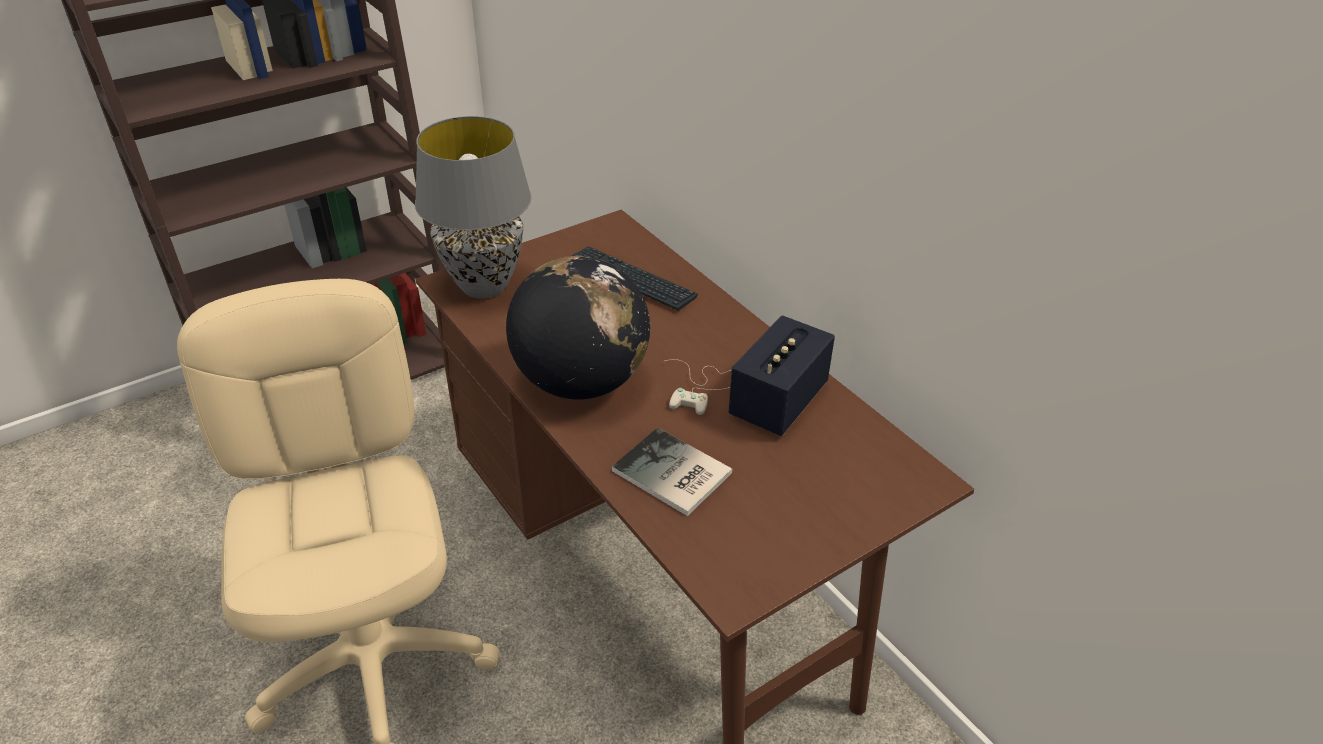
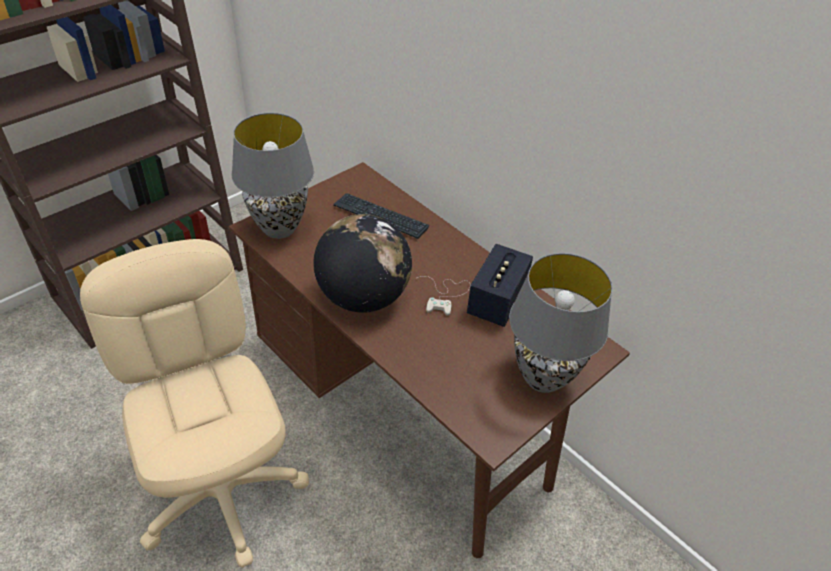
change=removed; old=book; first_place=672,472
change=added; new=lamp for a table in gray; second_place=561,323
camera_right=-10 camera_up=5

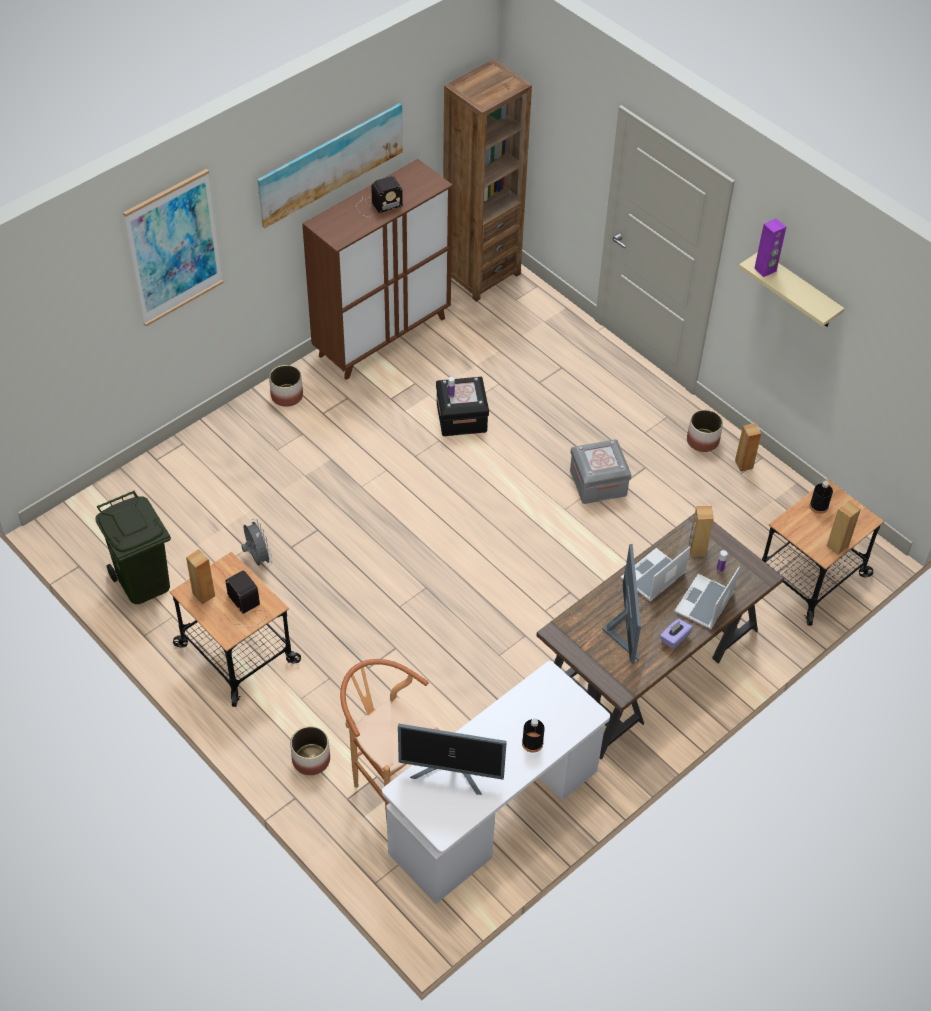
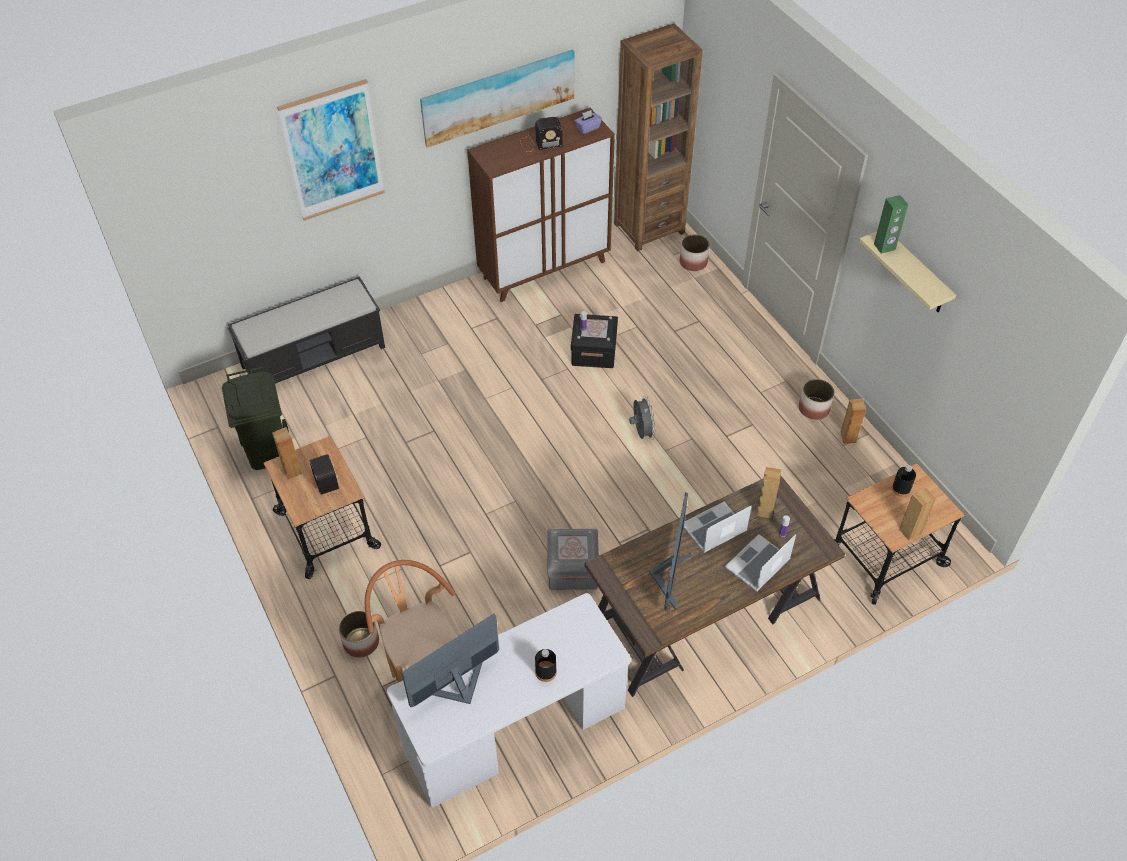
change=recoloured; old=loudspeaker in purple-coloured; new=loudspeaker in greenish; first_place=770,247; second_place=891,224
change=moved; old=planter; first_place=286,386; second_place=695,252
change=moved; old=storage box in gray; first_place=600,471; second_place=573,559
change=moved; old=fan in gray; first_place=257,542; second_place=642,418
change=moved; old=box of tissues in purple-coloured; first_place=676,634; second_place=588,122
change=turned; old=monitor; first_place=452,759; second_place=450,660; degrees=120
change=added; new=bench in blackish; second_place=306,330
camera_right=15 camera_up=0

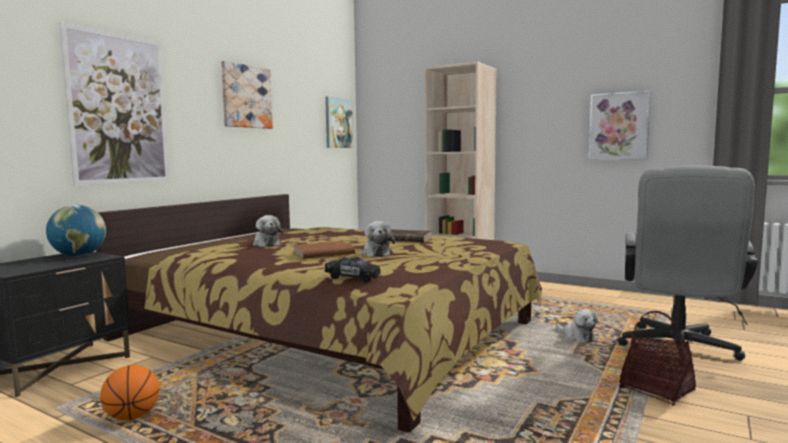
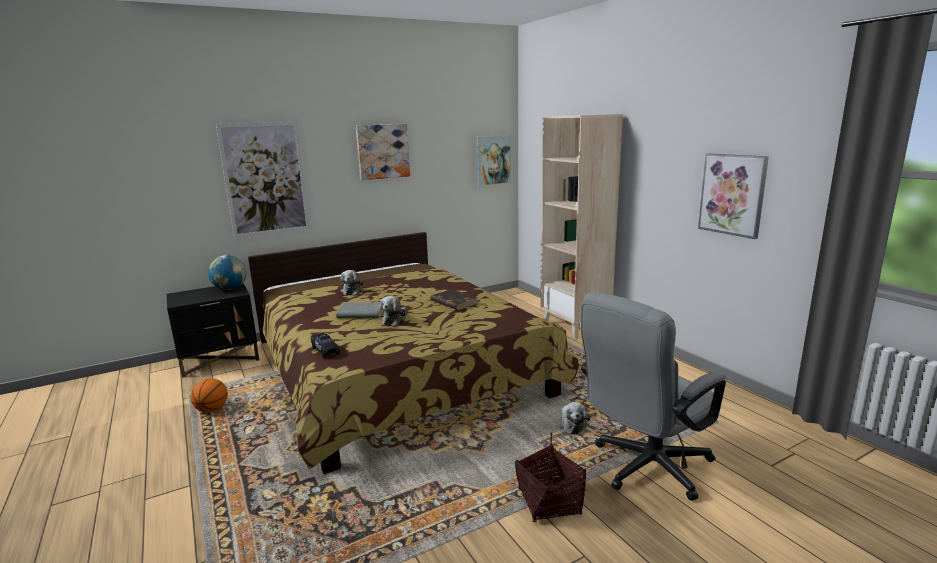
change=recoloured; old=book in brownish; new=book in gray; first_place=324,250; second_place=360,310
camera_right=30 camera_up=10

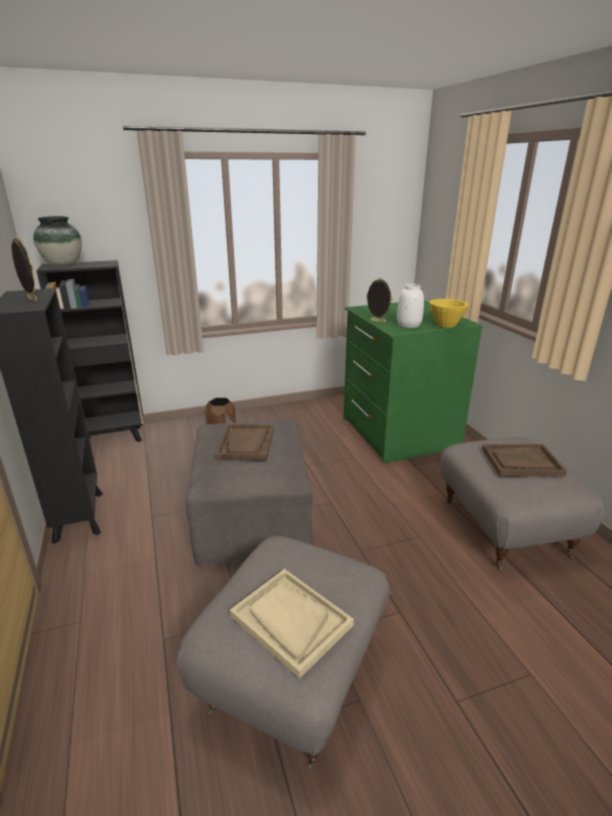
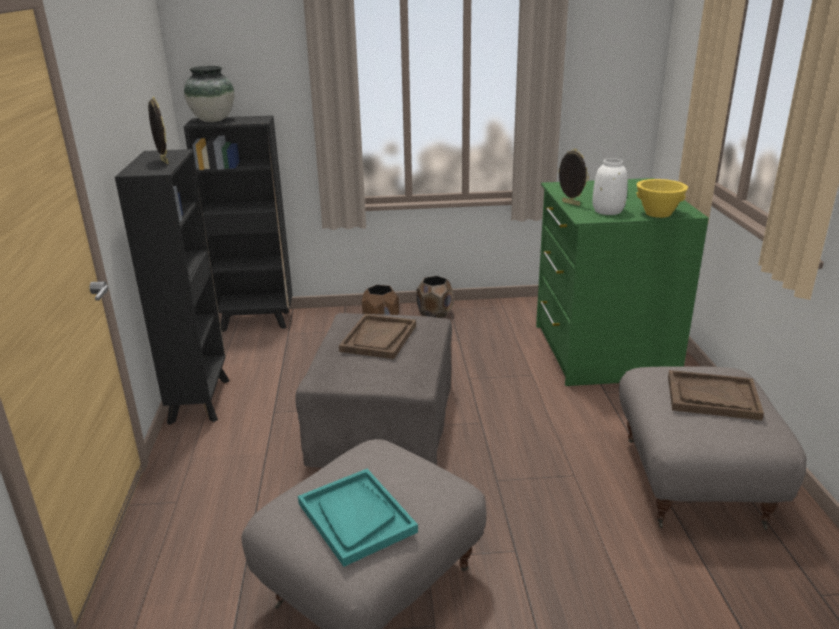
change=recoloured; old=carrying tray in beige; new=carrying tray in turquoise; first_place=292,624; second_place=358,518
change=added; new=planter in brownish; second_place=435,297
camera_right=15 camera_up=0

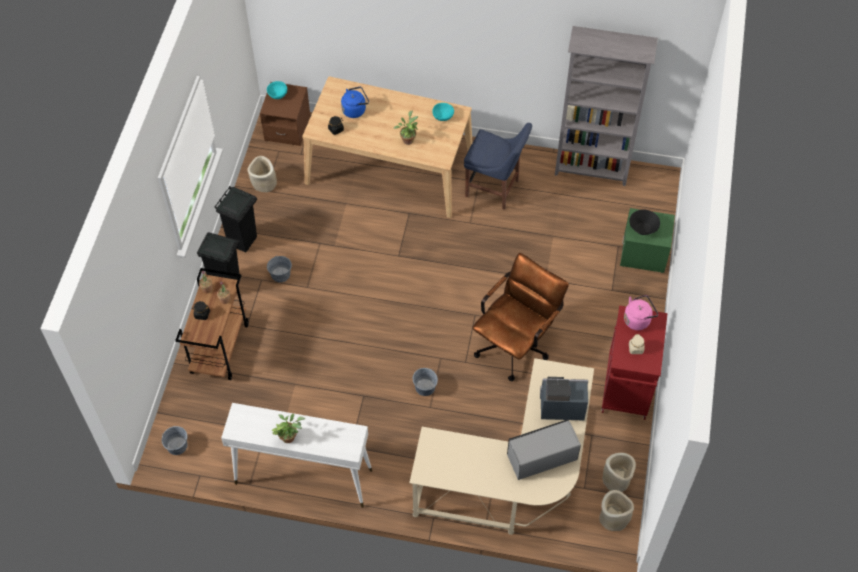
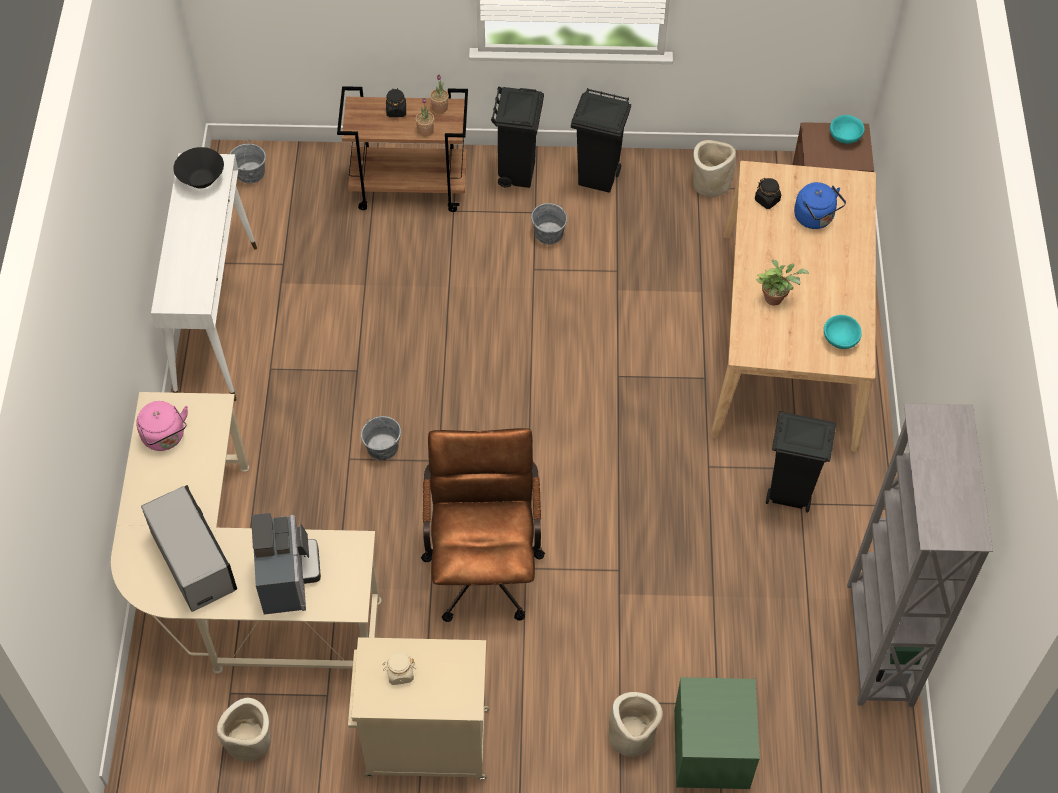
change=replaced; old=plain chair in bluish; new=trash can in blackish; first_place=498,166; second_place=801,462
change=moved; old=serving bowl in blackish; first_place=644,222; second_place=198,167
change=turned; old=desk chair in brownish; first_place=520,317; second_place=483,525; degrees=-120
change=moved; old=water kettle in pinkish; first_place=641,312; second_place=162,426
change=recoloured; old=cupboard in red-coloured; new=cupboard in beige; first_place=635,362; second_place=418,708
change=removed; old=houseplant; first_place=288,428
change=moved; old=planter in beige; first_place=616,510; second_place=636,724
camera_right=80 camera_up=0

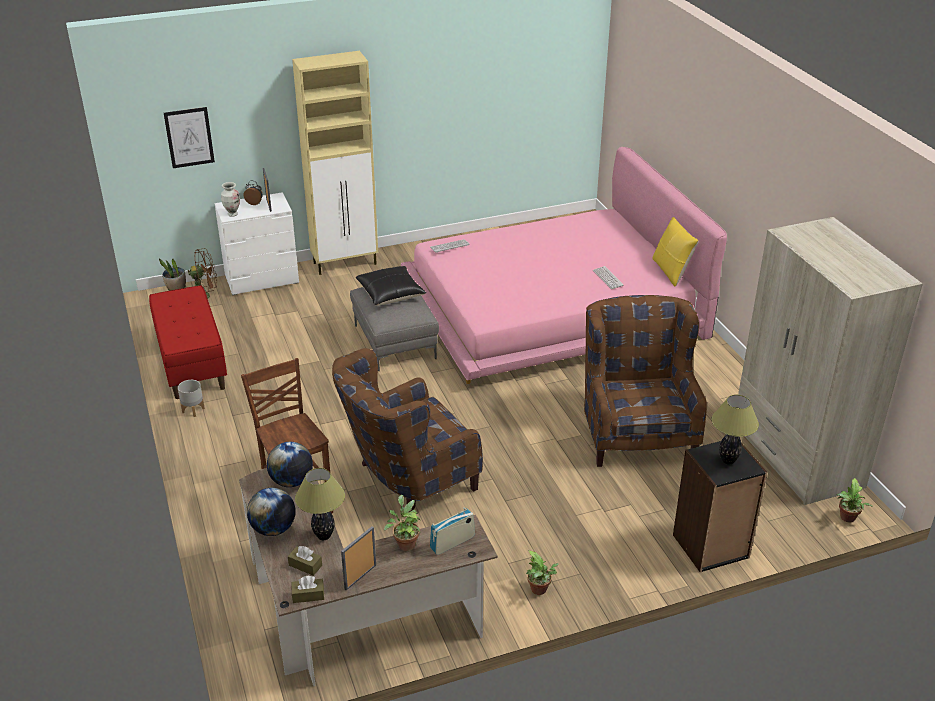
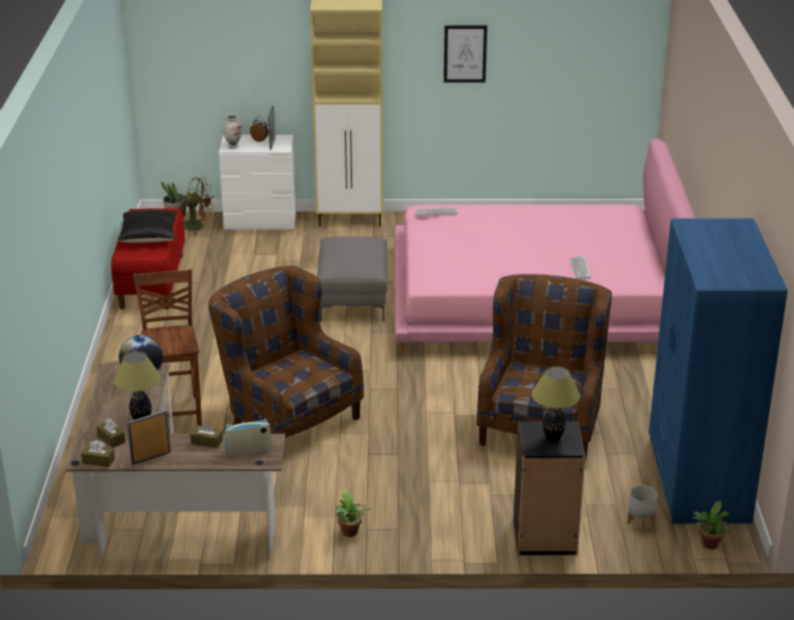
change=moved; old=wall art; first_place=189,137; second_place=465,53
change=removed; old=cushion in yellow-coloured; first_place=675,251
change=recoloured; old=armoire in beige; new=armoire in bluish; first_place=830,361; second_place=718,371
change=moved; old=cushion in blackish; first_place=391,286; second_place=148,226
change=turned; old=armchair in brownish; first_place=407,430; second_place=286,352; degrees=60
change=moved; old=planter in gray; first_place=191,398; second_place=642,508
change=removed; old=world globe; first_place=271,512
change=replaced; old=houseplant; new=box of tissues in brownish; first_place=402,523; second_place=206,435
camera_right=20 camera_up=-5

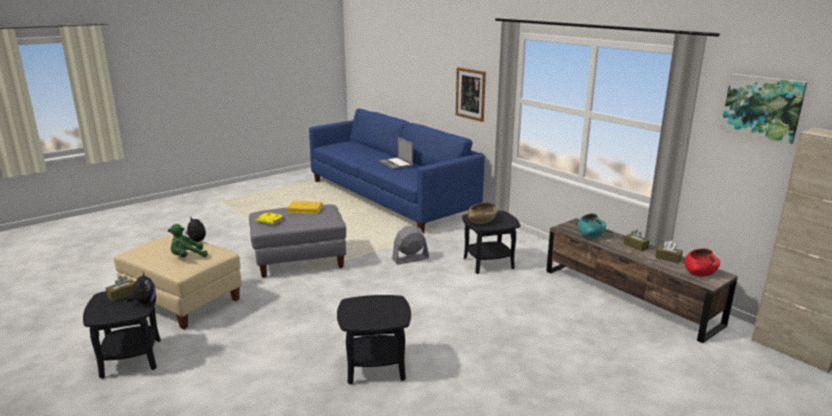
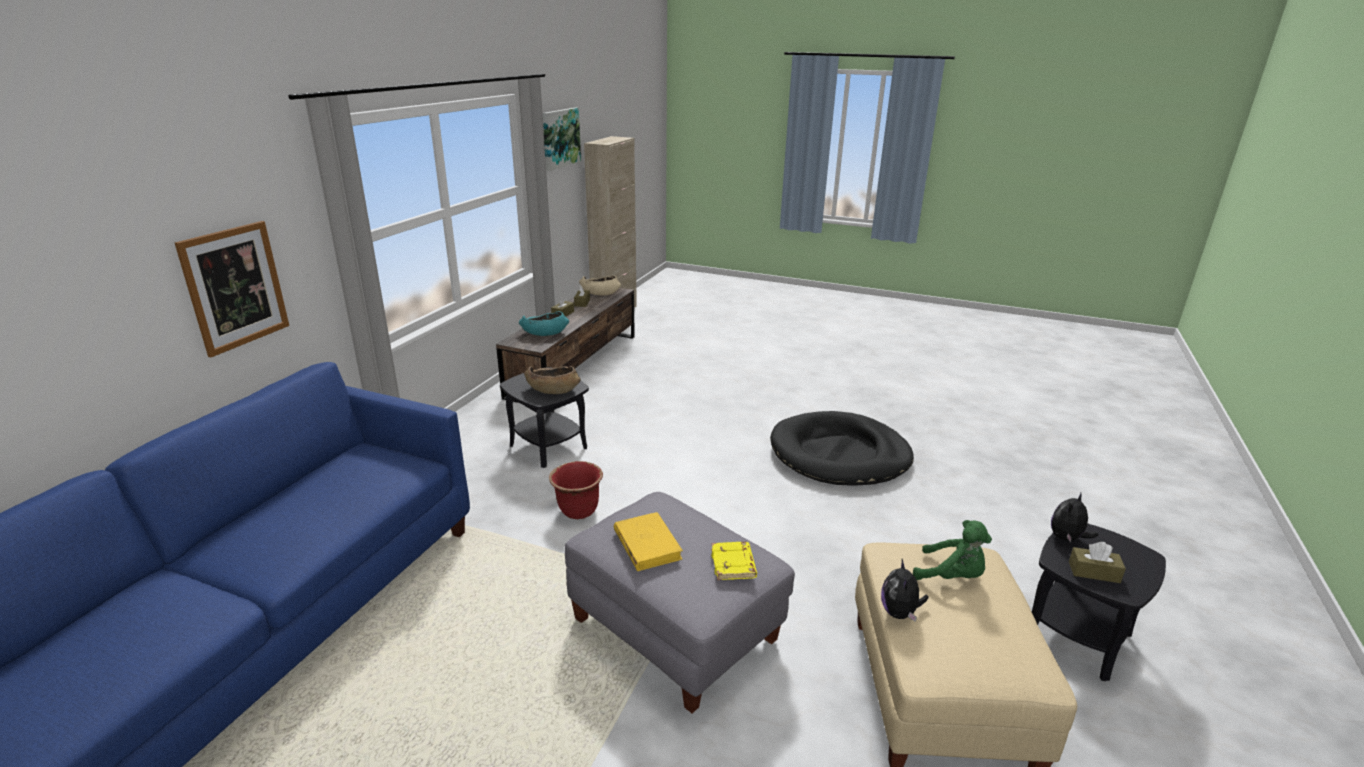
change=removed; old=portable computer; first_place=396,153
change=replaced; old=fan in gray; new=planter in red-coloured; first_place=410,244; second_place=576,490
change=recoloured; old=serving bowl in red-coloured; new=serving bowl in beige; first_place=702,262; second_place=600,285
change=replaced; old=side table in blackish; new=dog cushion in blackish; first_place=374,340; second_place=842,448
camera_right=-120 camera_up=5

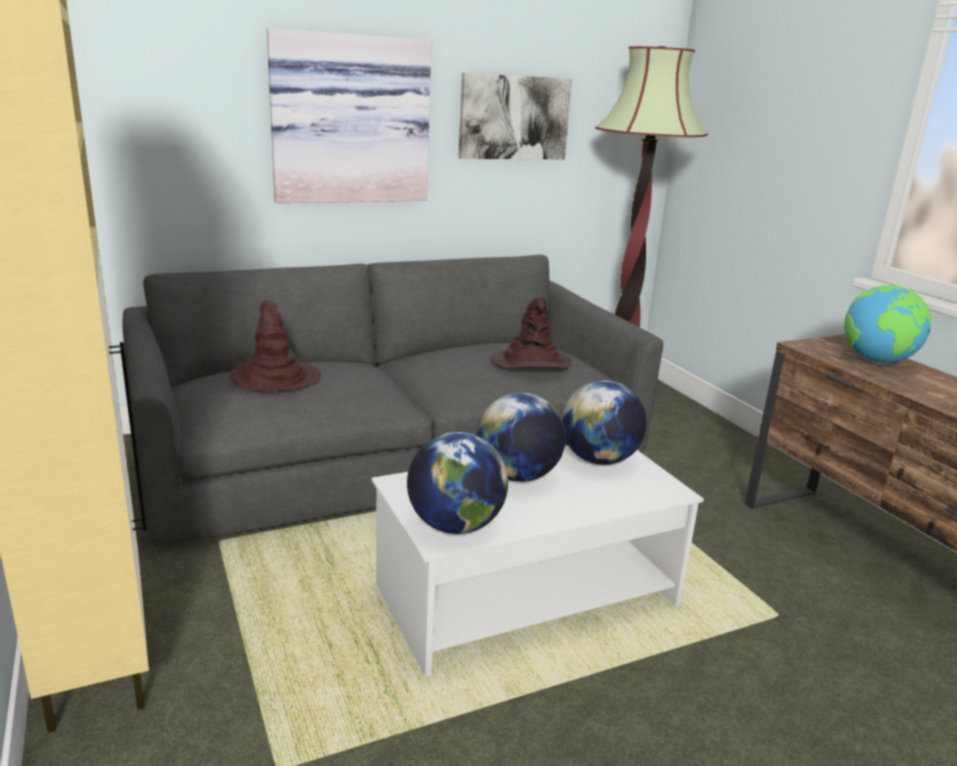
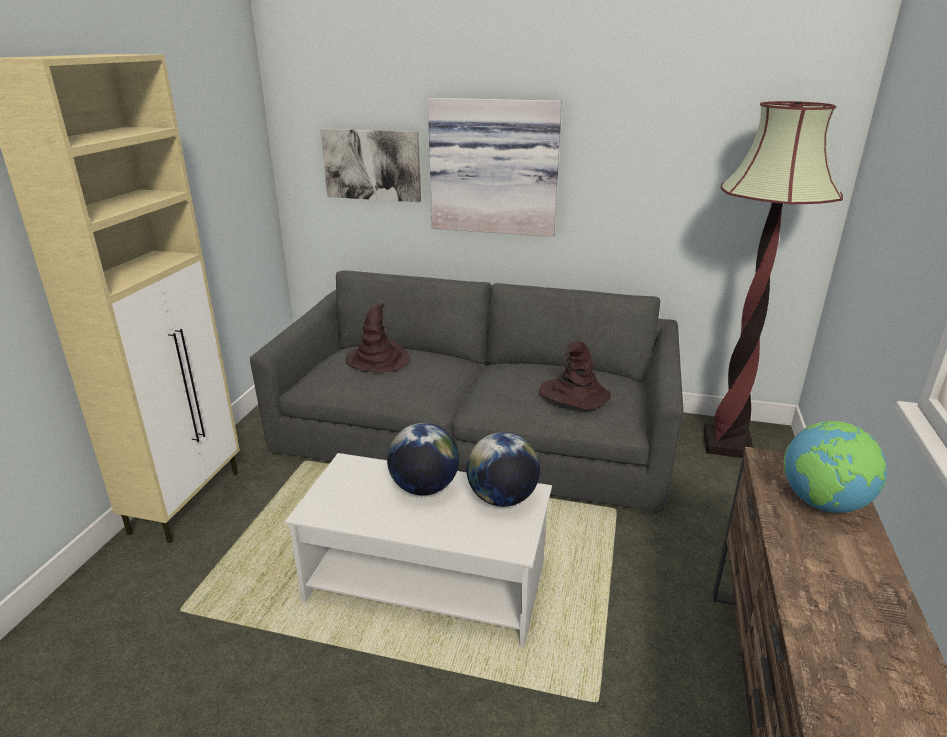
change=moved; old=wall art; first_place=515,116; second_place=371,165
change=removed; old=world globe; first_place=457,483
camera_right=40 camera_up=5

